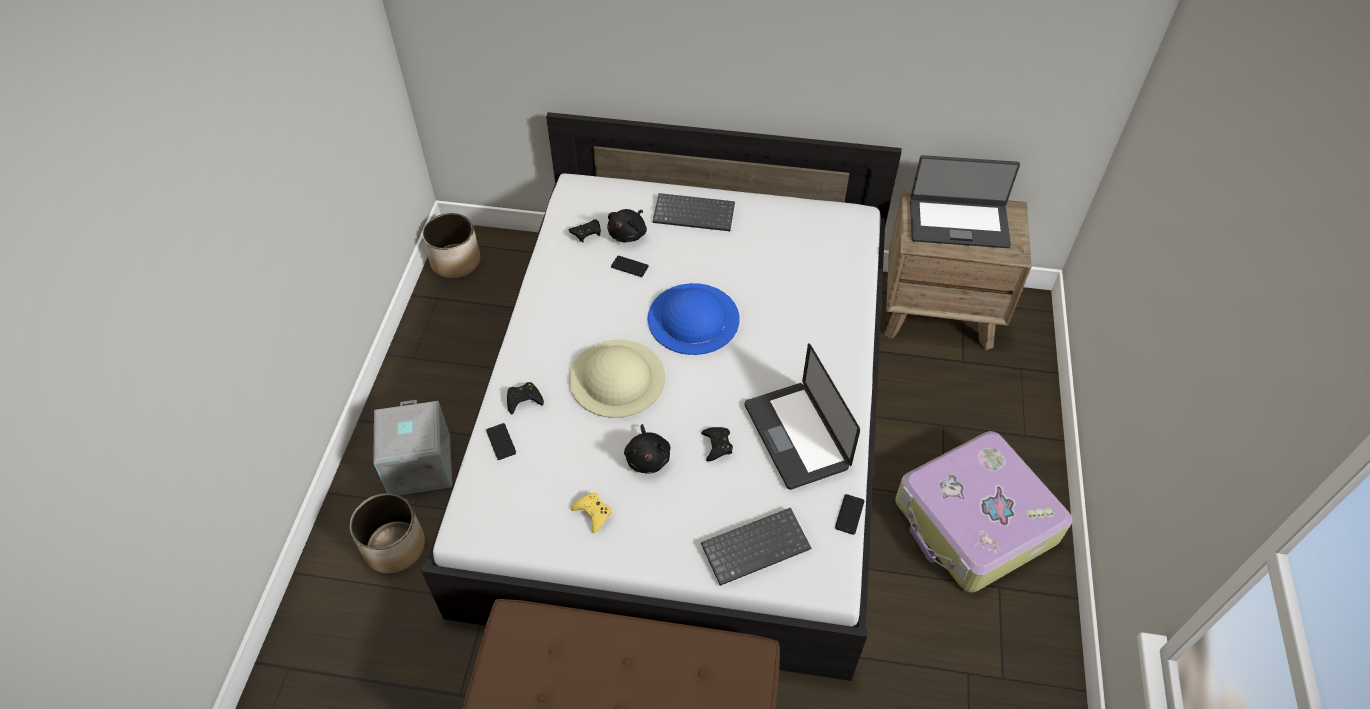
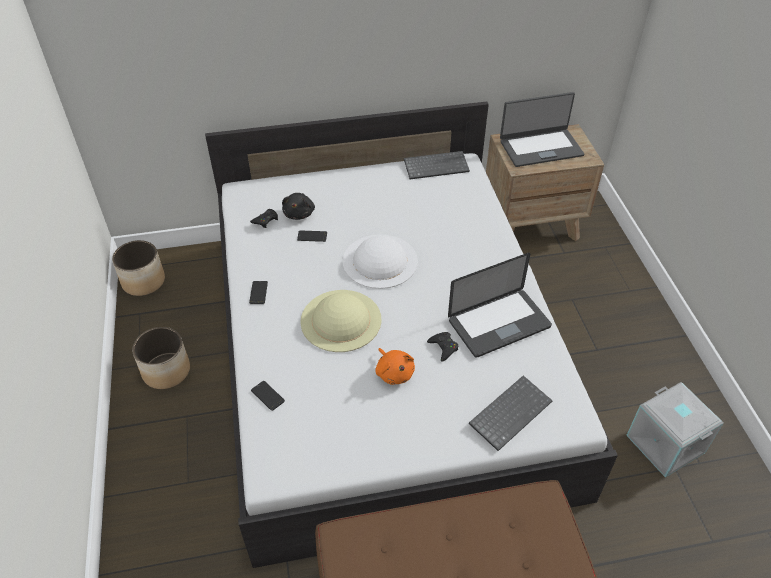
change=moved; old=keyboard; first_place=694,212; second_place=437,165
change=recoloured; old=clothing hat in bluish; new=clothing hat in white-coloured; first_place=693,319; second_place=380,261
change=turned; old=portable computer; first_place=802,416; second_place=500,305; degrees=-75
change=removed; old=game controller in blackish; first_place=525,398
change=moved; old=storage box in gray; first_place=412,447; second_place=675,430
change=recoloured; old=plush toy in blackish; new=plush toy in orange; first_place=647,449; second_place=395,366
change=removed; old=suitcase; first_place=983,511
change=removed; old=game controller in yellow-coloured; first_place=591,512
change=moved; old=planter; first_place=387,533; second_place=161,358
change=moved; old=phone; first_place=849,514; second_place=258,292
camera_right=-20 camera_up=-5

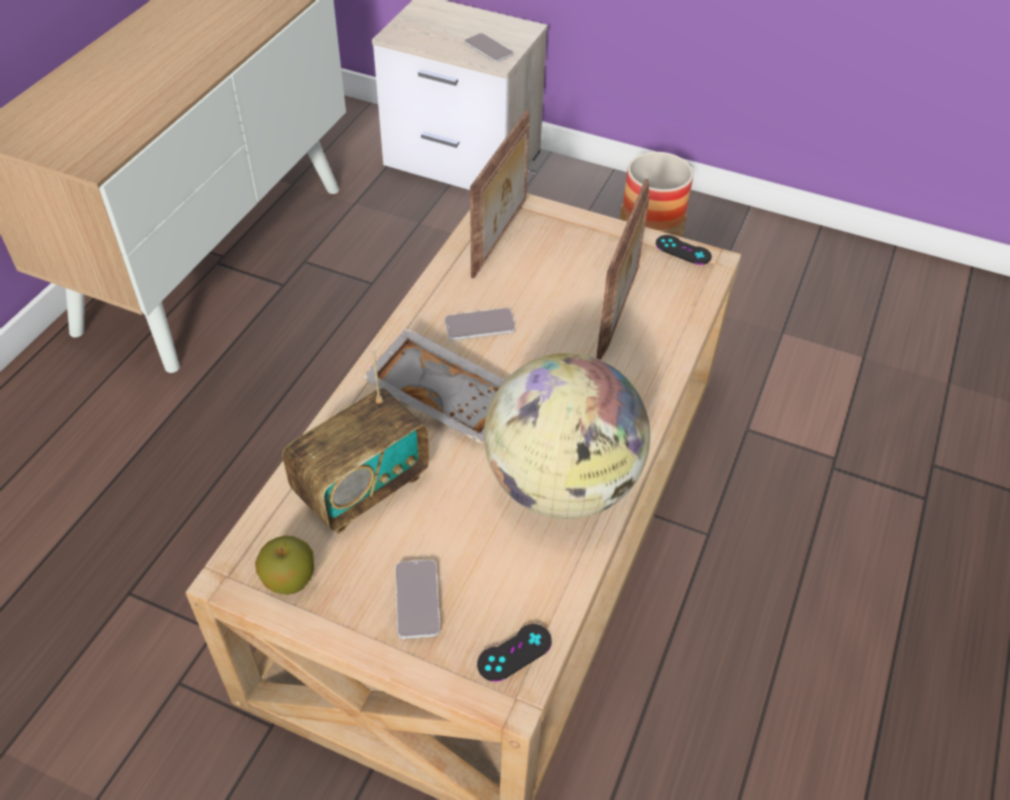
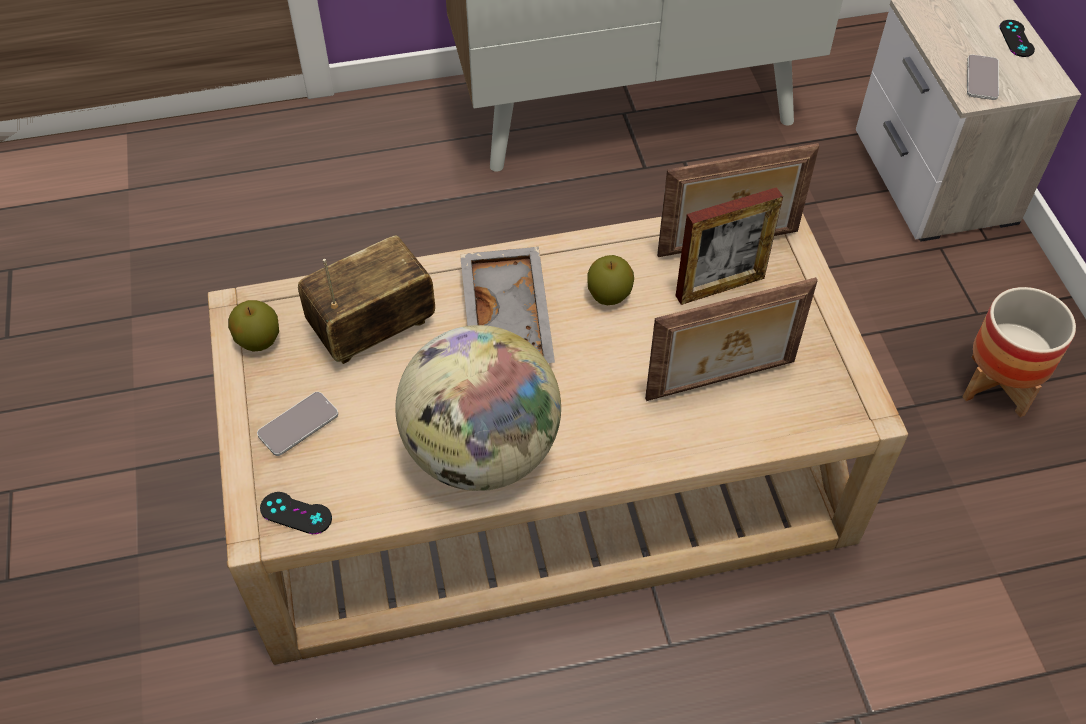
change=moved; old=game controller in blackish; first_place=684,250; second_place=1017,38
change=replaced; old=phone; new=whole apple; first_place=480,324; second_place=610,280
change=turned; old=radio receiver; first_place=355,441; second_place=366,300; degrees=135
change=added; new=picture frame; second_place=729,246
camera_right=55 camera_up=5

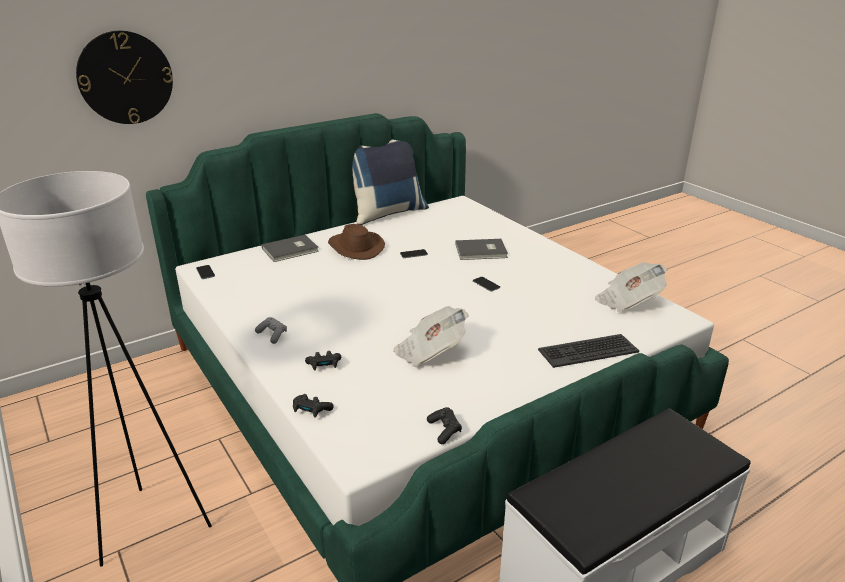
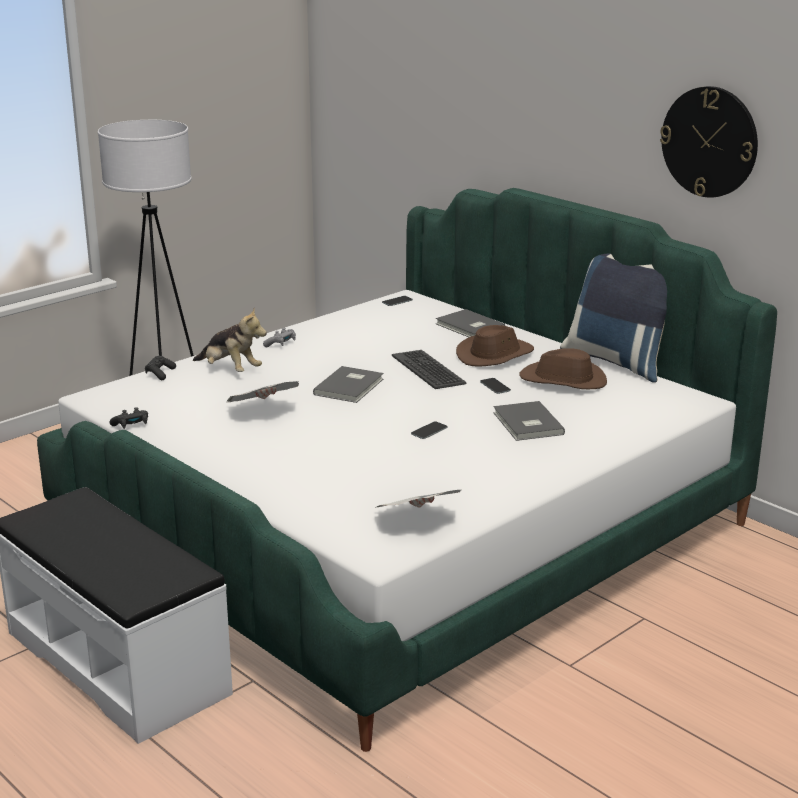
change=moved; old=hanging clock; first_place=124,77; second_place=709,142
change=moved; old=keyboard; first_place=588,351; second_place=429,369
change=replaced; old=game controller in blackish; new=plush toy; first_place=323,361; second_place=230,340
change=added; new=clothing hat in brownish; second_place=563,368
change=added; new=book in gray; second_place=348,384
camera_right=80 camera_up=-5

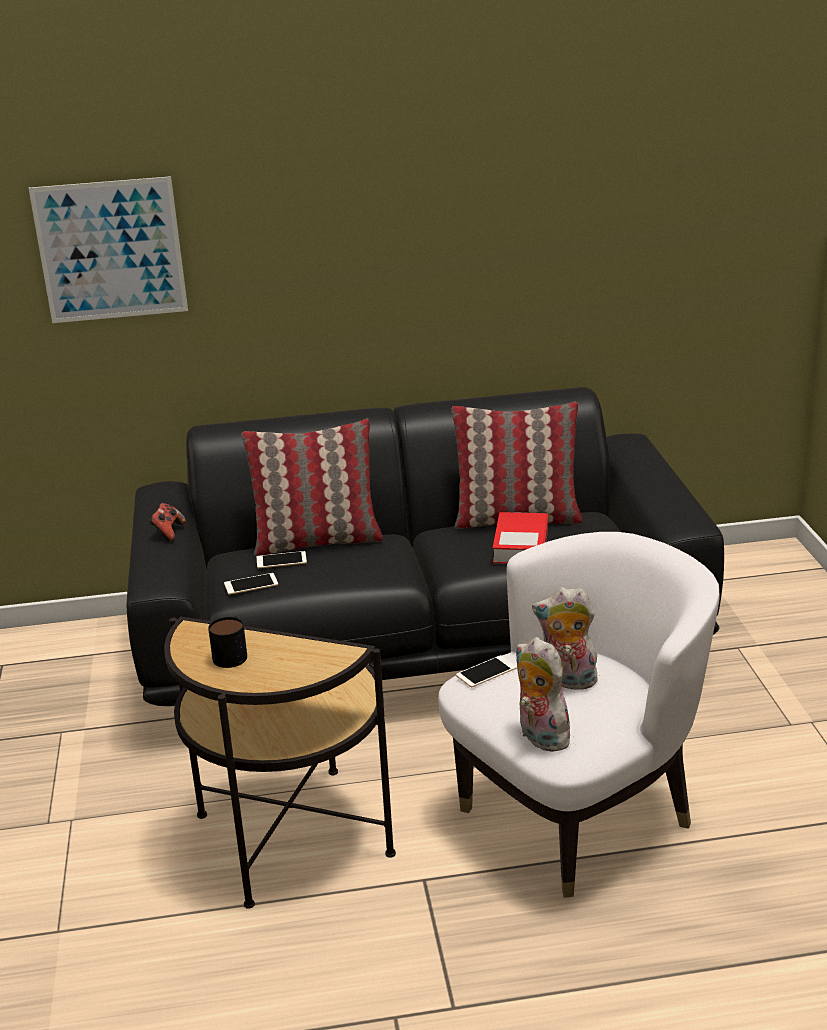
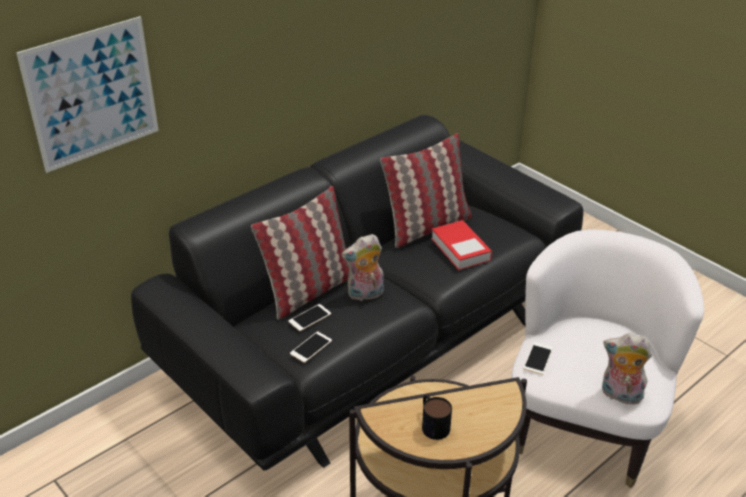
change=removed; old=game controller; first_place=167,522
change=moved; old=plush toy; first_place=565,638; second_place=362,267
camera_right=-35 camera_up=10

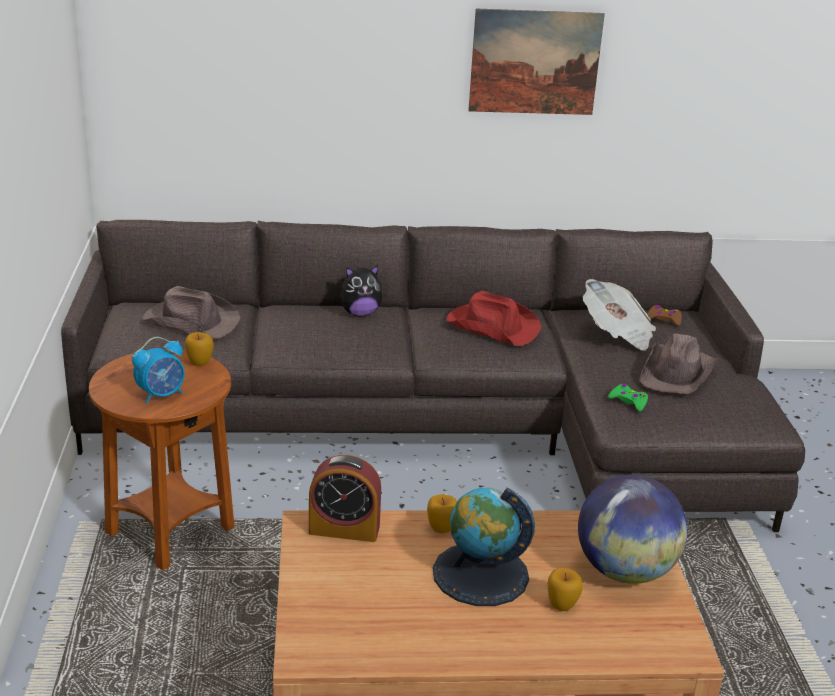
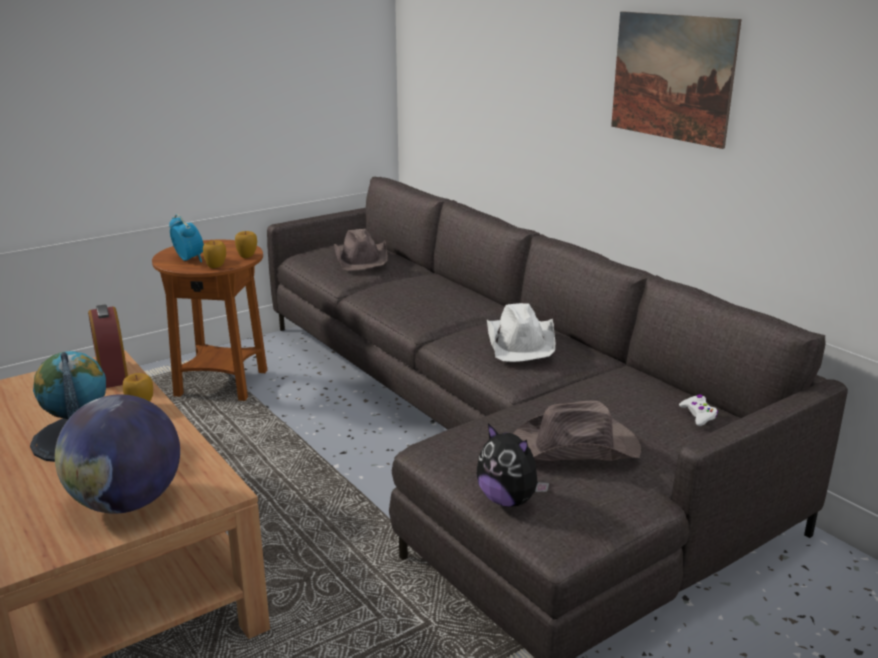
change=moved; old=plush toy; first_place=361,291; second_place=513,465
change=removed; old=newspaper; first_place=619,315
change=recoloured; old=clothing hat in red-coloured; new=clothing hat in white-coloured; first_place=493,318; second_place=521,332
change=recoloured; old=game controller in brownish; new=game controller in white-coloured; first_place=664,315; second_place=698,410
change=turned; old=bedside clock; first_place=158,370; second_place=186,238; degrees=-150
change=removed; old=game controller in greenish; first_place=628,398
change=moved; old=whole apple; first_place=565,589; second_place=214,254
camera_right=60 camera_up=-5

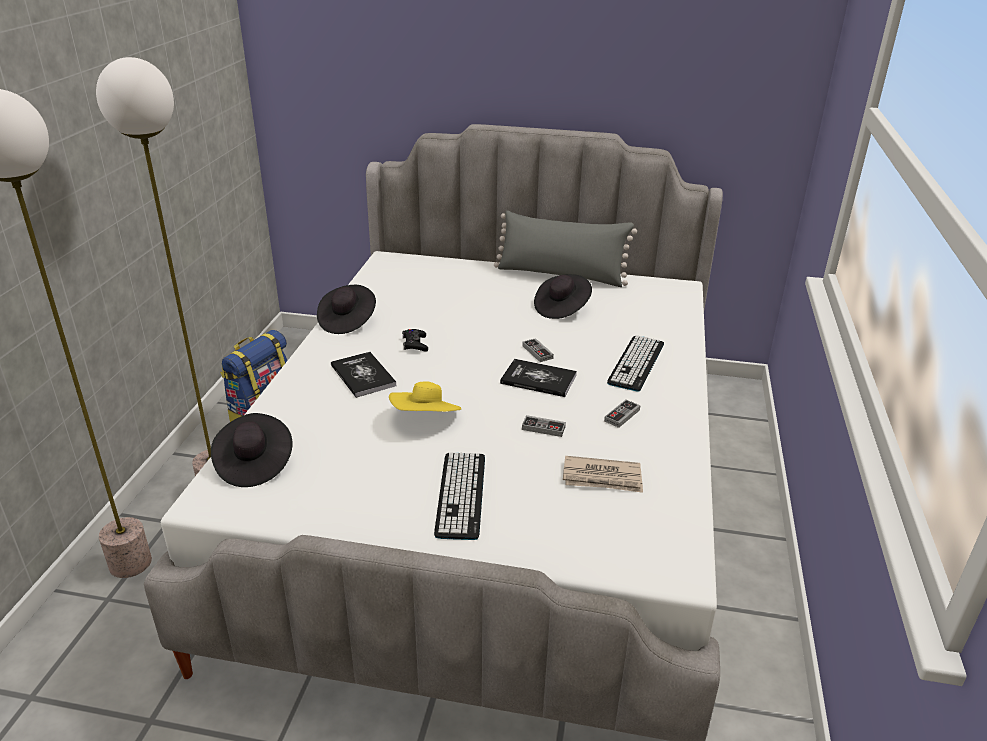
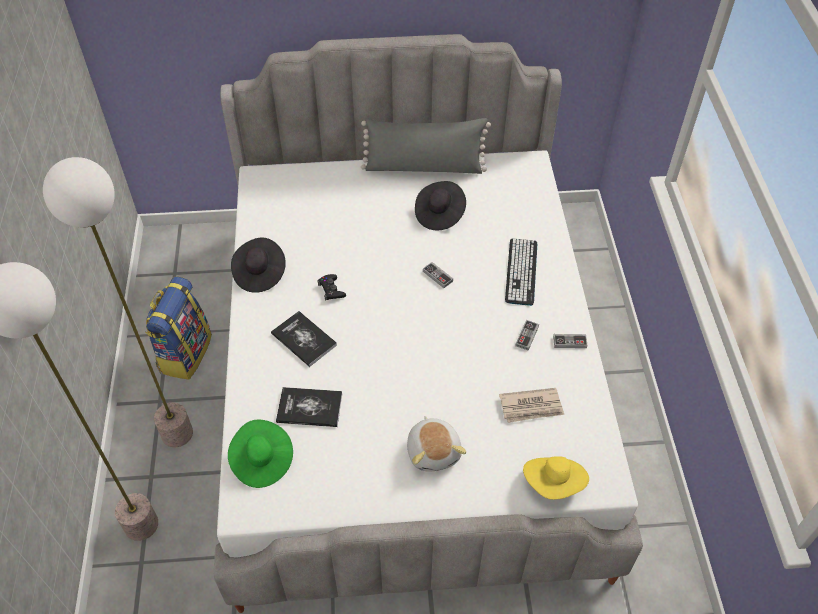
change=moved; old=book; first_place=538,378; second_place=309,407
change=moved; old=clothing hat in yellow-coloured; first_place=425,396; second_place=556,478
change=recoloured; old=clothing hat in blackish; new=clothing hat in greenish; first_place=252,450; second_place=260,454
change=moved; old=game controller; first_place=544,426; second_place=570,341
change=replaced; old=keyboard; new=plush toy; first_place=459,496; second_place=436,444
camera_right=-15 camera_up=20

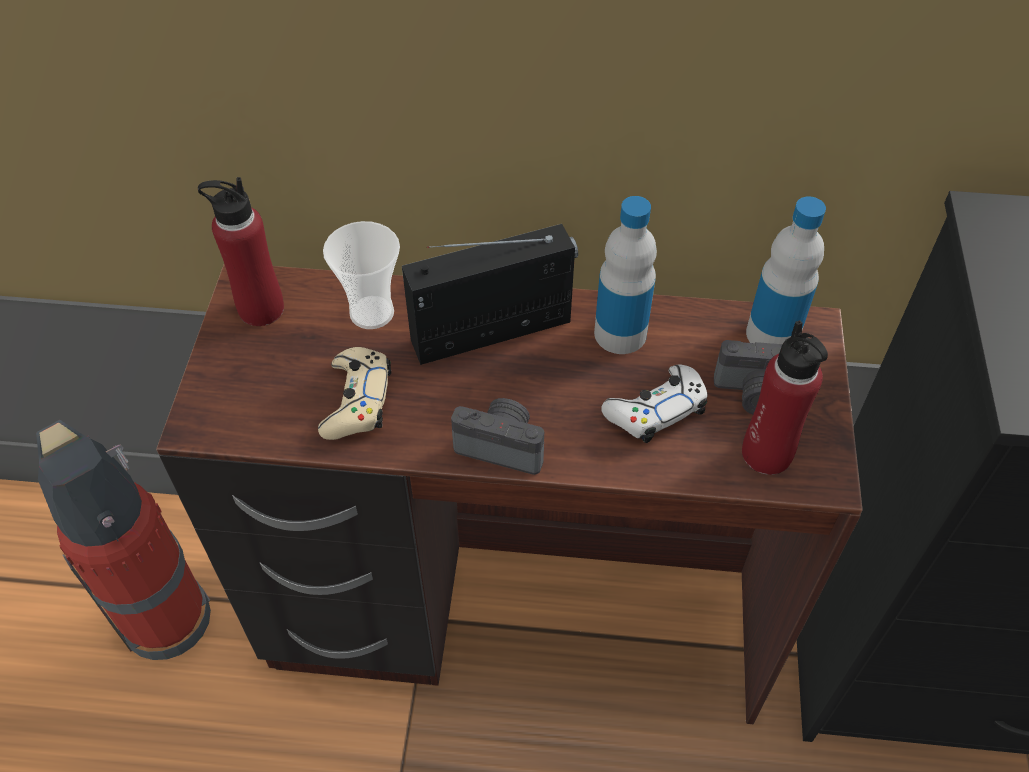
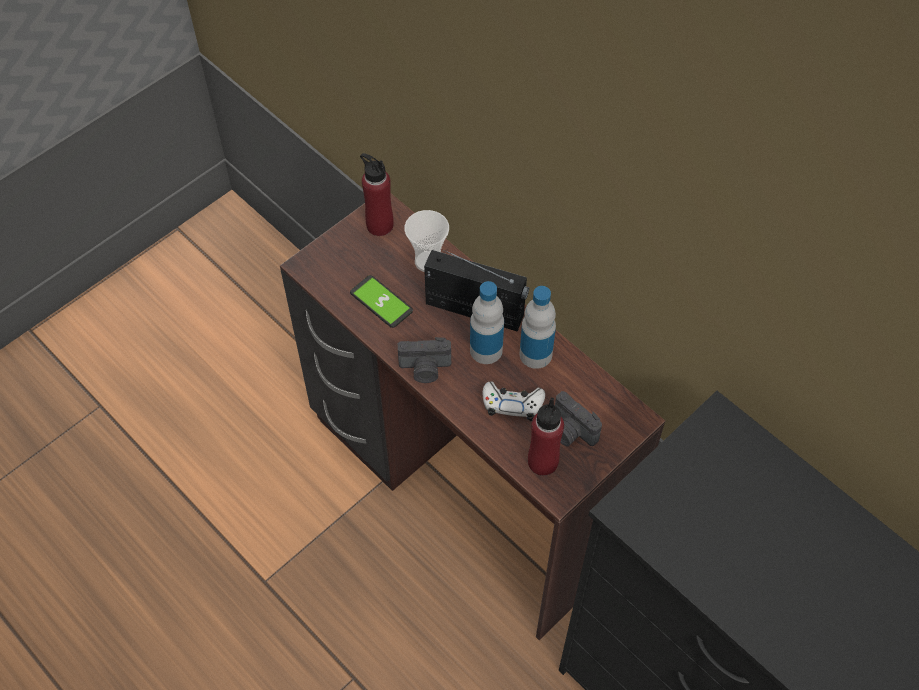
change=moved; old=bottle; first_place=786,270; second_place=487,322
change=replaced; old=game controller in beige; new=phone; first_place=354,393; second_place=381,301
change=turned; old=photo camera; first_place=497,436; second_place=424,360; degrees=120
change=removed; old=fire-fighting cylinder; first_place=123,540
camera_right=40 camera_up=5

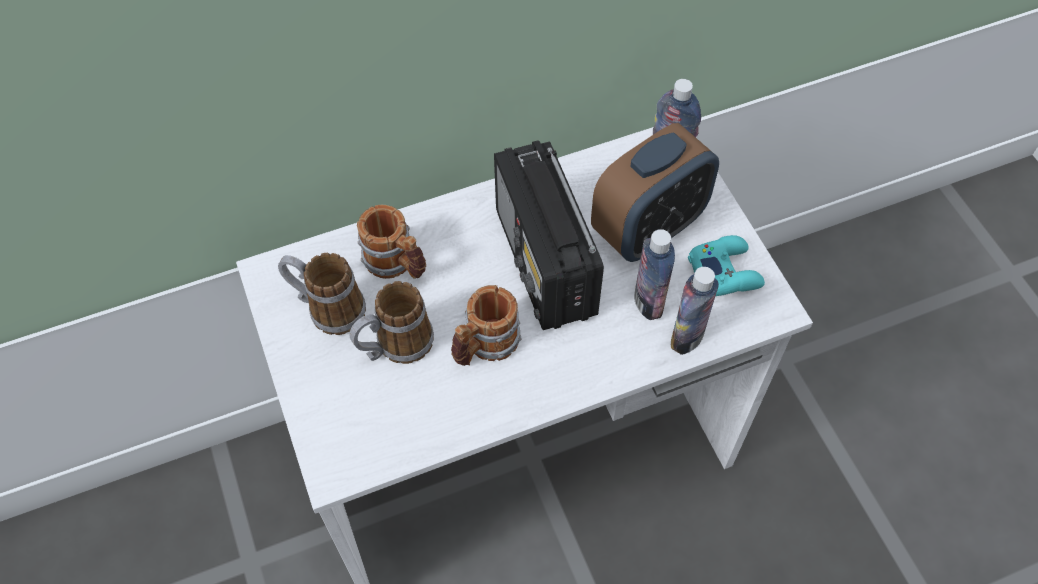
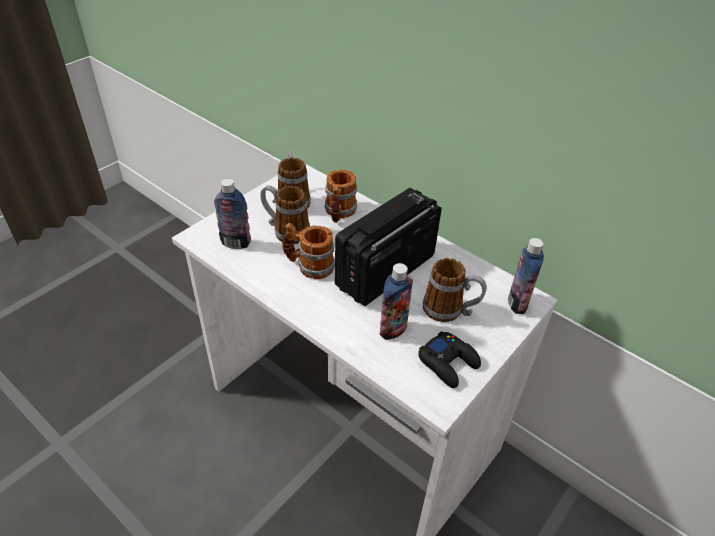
change=replaced; old=bedside clock; new=mug; first_place=655,192; second_place=455,290
change=recoloured; old=game controller in turquoise; new=game controller in blackish; first_place=726,265; second_place=449,359
change=moved; old=bottle; first_place=695,311; second_place=232,214
camera_right=60 camera_up=-15

